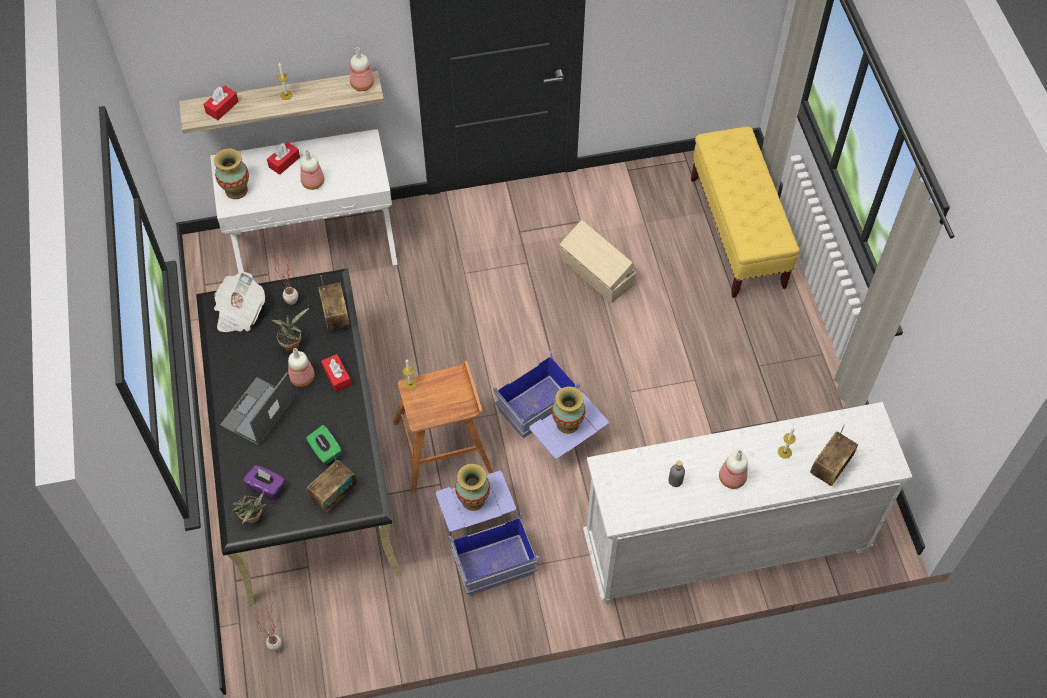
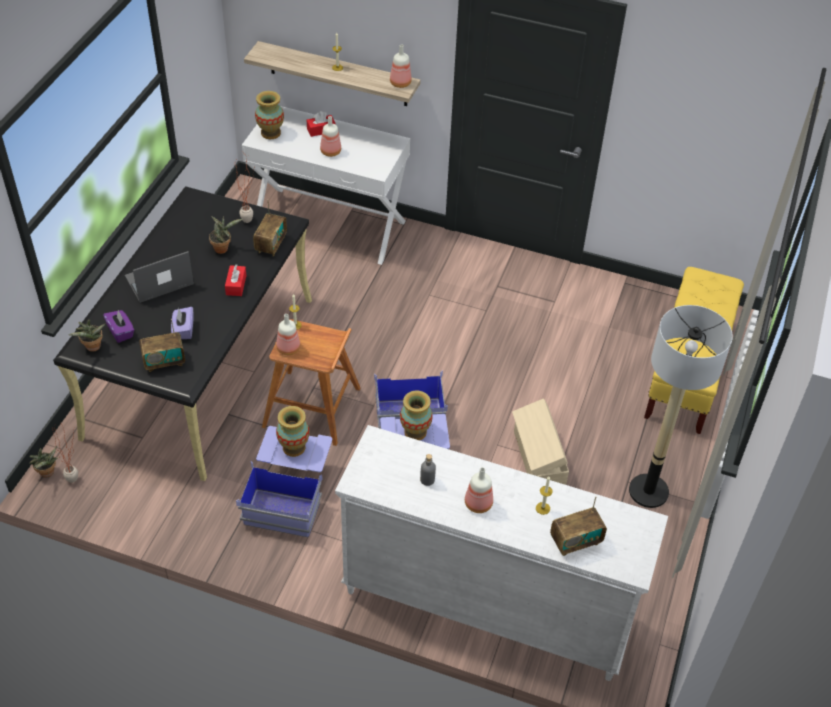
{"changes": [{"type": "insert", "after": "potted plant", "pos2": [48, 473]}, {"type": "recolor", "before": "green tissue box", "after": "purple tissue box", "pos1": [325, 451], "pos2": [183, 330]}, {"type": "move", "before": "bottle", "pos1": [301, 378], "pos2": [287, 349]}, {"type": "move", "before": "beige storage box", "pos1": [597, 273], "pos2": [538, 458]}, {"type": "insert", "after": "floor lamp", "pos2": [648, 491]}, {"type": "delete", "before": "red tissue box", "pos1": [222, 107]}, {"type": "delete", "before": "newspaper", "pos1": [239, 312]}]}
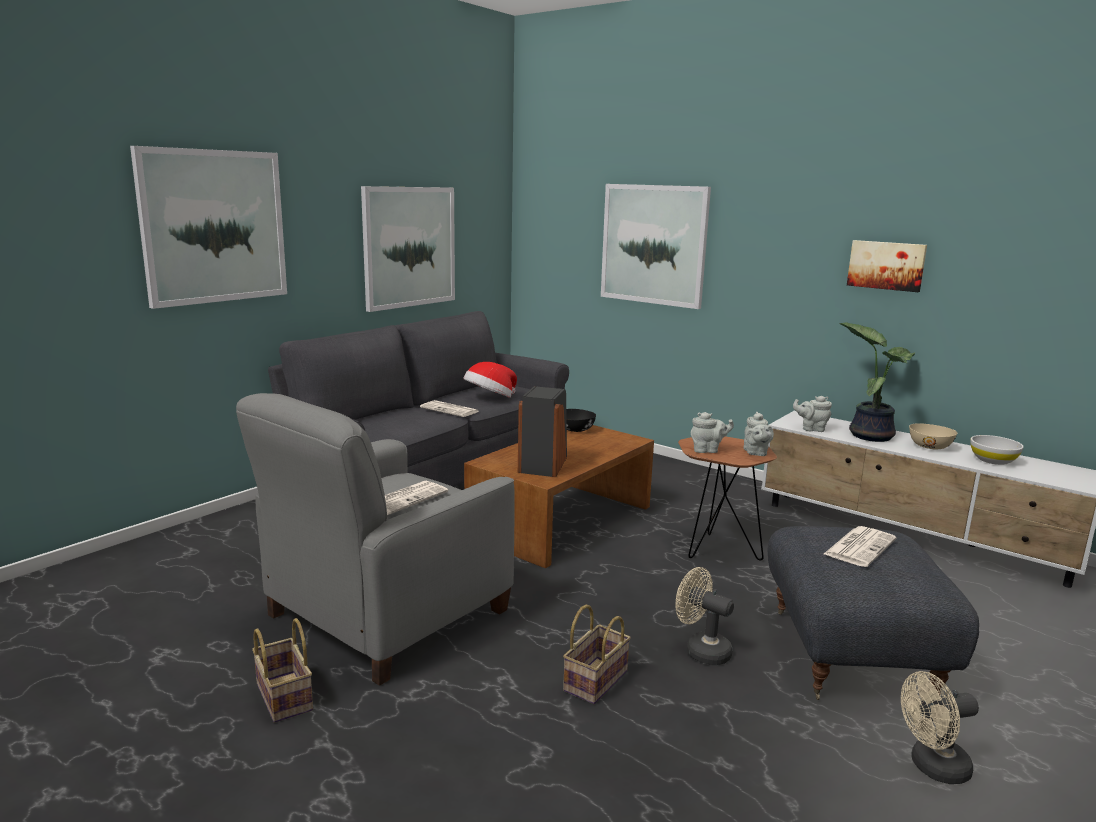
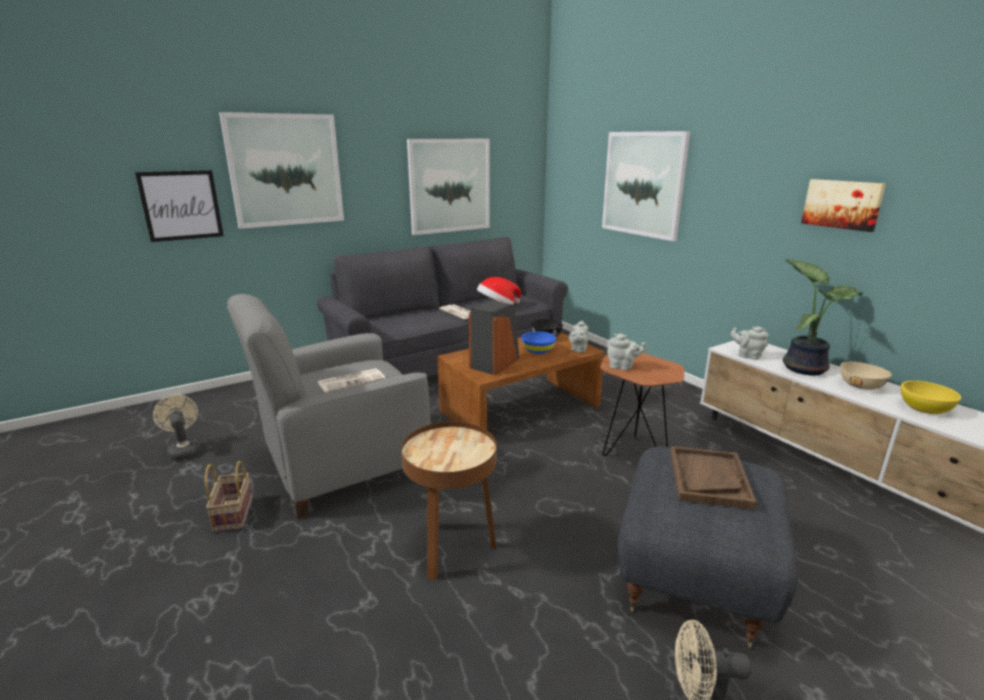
{"changes": [{"type": "insert", "after": "picture", "pos2": [181, 205]}, {"type": "move", "before": "beige fan", "pos1": [701, 650], "pos2": [184, 450]}, {"type": "replace", "before": "basket", "after": "brown side table", "pos1": [595, 679], "pos2": [452, 548]}, {"type": "insert", "after": "blue bowl", "pos2": [538, 350]}, {"type": "move", "before": "grey teapot", "pos1": [755, 453], "pos2": [578, 350]}, {"type": "replace", "before": "newspaper", "after": "brown tray", "pos1": [859, 546], "pos2": [708, 478]}, {"type": "recolor", "before": "white bowl", "after": "yellow bowl", "pos1": [993, 460], "pos2": [924, 408]}]}
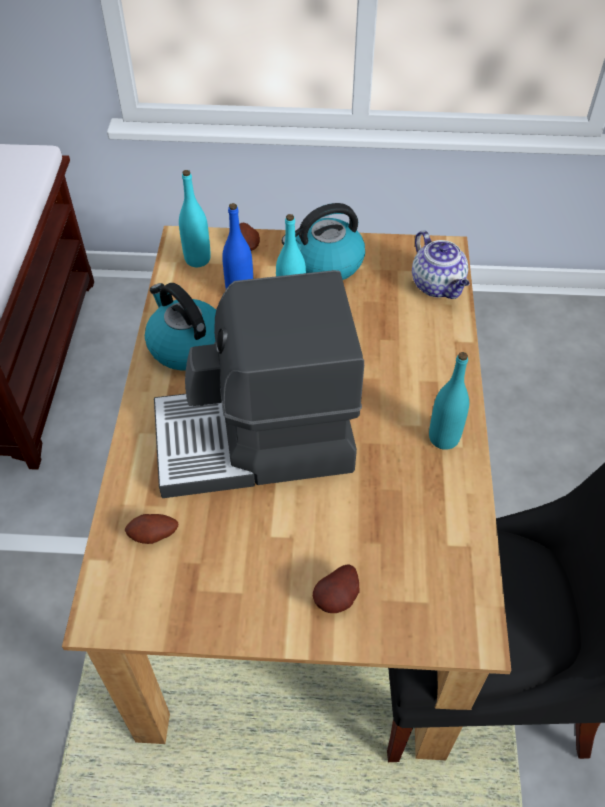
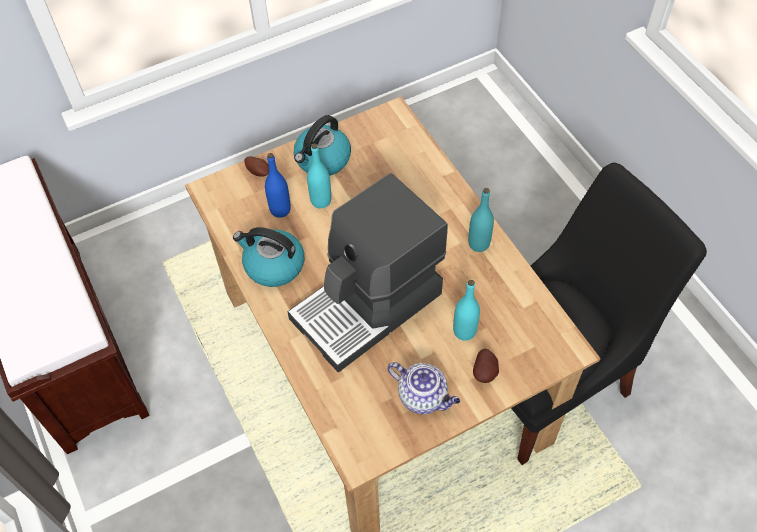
{"changes": [{"type": "move", "before": "teapot", "pos1": [438, 286], "pos2": [423, 397]}, {"type": "move", "before": "turquoise bottle", "pos1": [197, 259], "pos2": [464, 331]}, {"type": "delete", "before": "potato", "pos1": [153, 536]}]}
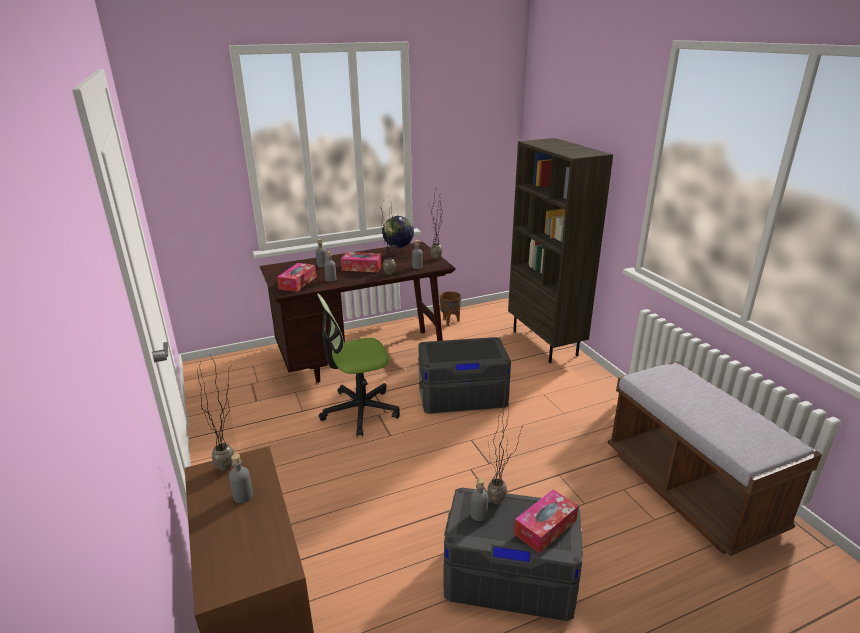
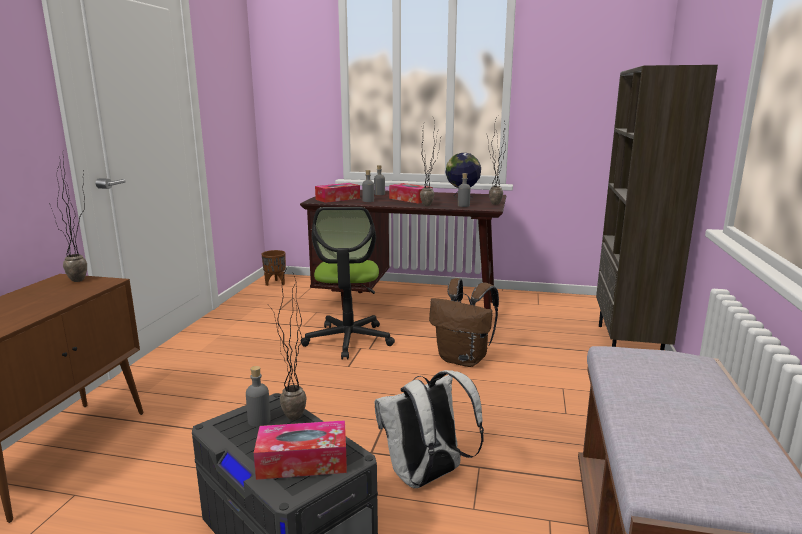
{"changes": [{"type": "move", "before": "brown planter", "pos1": [450, 322], "pos2": [275, 283]}, {"type": "rotate", "before": "office chair", "pos1": [360, 411], "pos2": [348, 340], "turn": -105}, {"type": "insert", "after": "white backpack", "pos2": [426, 477]}, {"type": "replace", "before": "grey storage box", "after": "brown backpack", "pos1": [462, 395], "pos2": [464, 359]}, {"type": "delete", "before": "grey bottle", "pos1": [243, 496]}]}
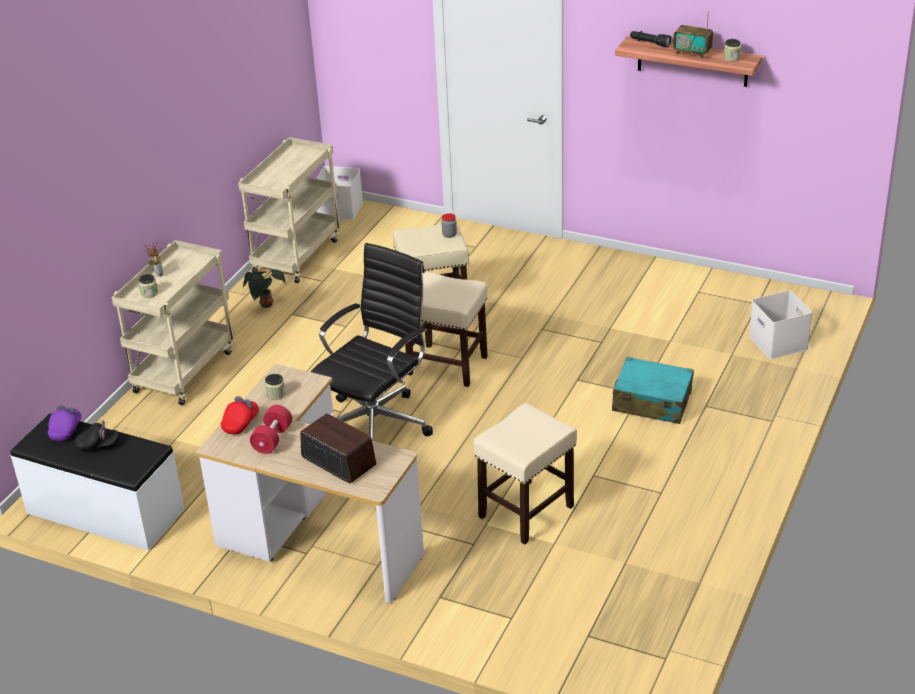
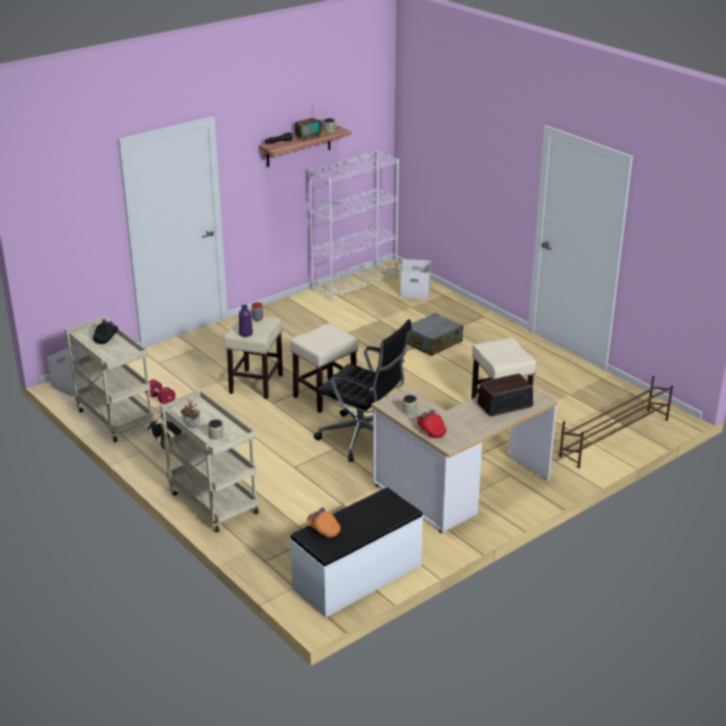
{"changes": [{"type": "move", "before": "black cap", "pos1": [98, 445], "pos2": [106, 338]}, {"type": "move", "before": "red dumbbell", "pos1": [272, 439], "pos2": [160, 399]}, {"type": "insert", "after": "purple bottle", "pos2": [246, 333]}, {"type": "recolor", "before": "purple cap", "after": "orange cap", "pos1": [66, 430], "pos2": [323, 529]}, {"type": "insert", "after": "white bookcase", "pos2": [355, 284]}, {"type": "rotate", "before": "black office chair", "pos1": [377, 424], "pos2": [363, 438], "turn": 150}, {"type": "recolor", "before": "turquoise suitcase", "after": "grey suitcase", "pos1": [651, 402], "pos2": [432, 343]}, {"type": "insert", "after": "brown shoe rack", "pos2": [614, 437]}]}
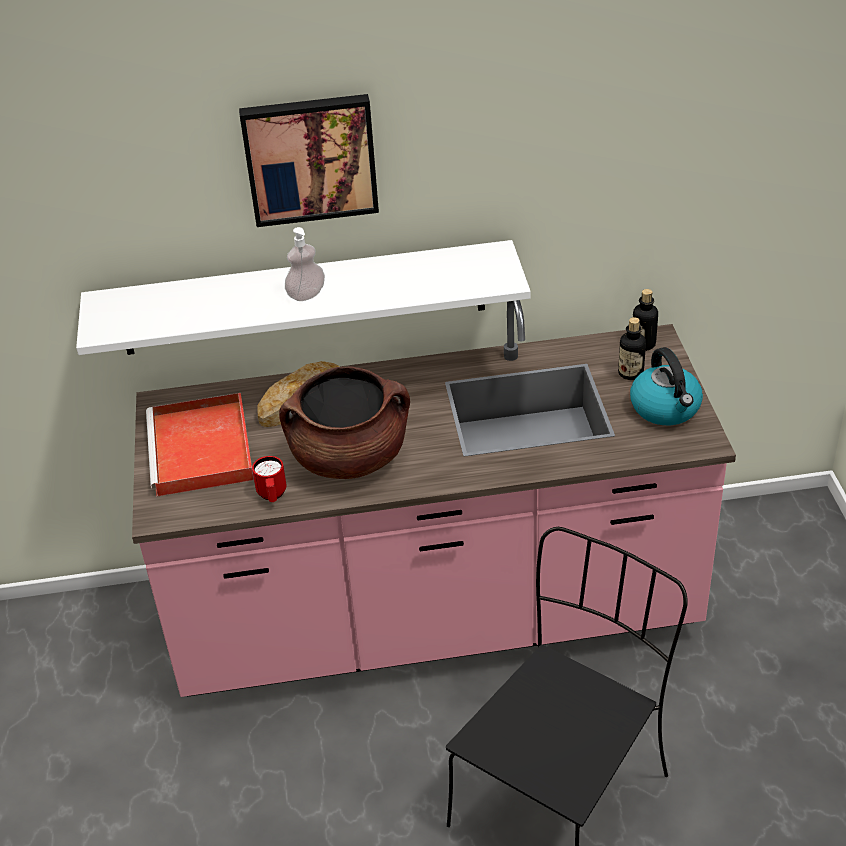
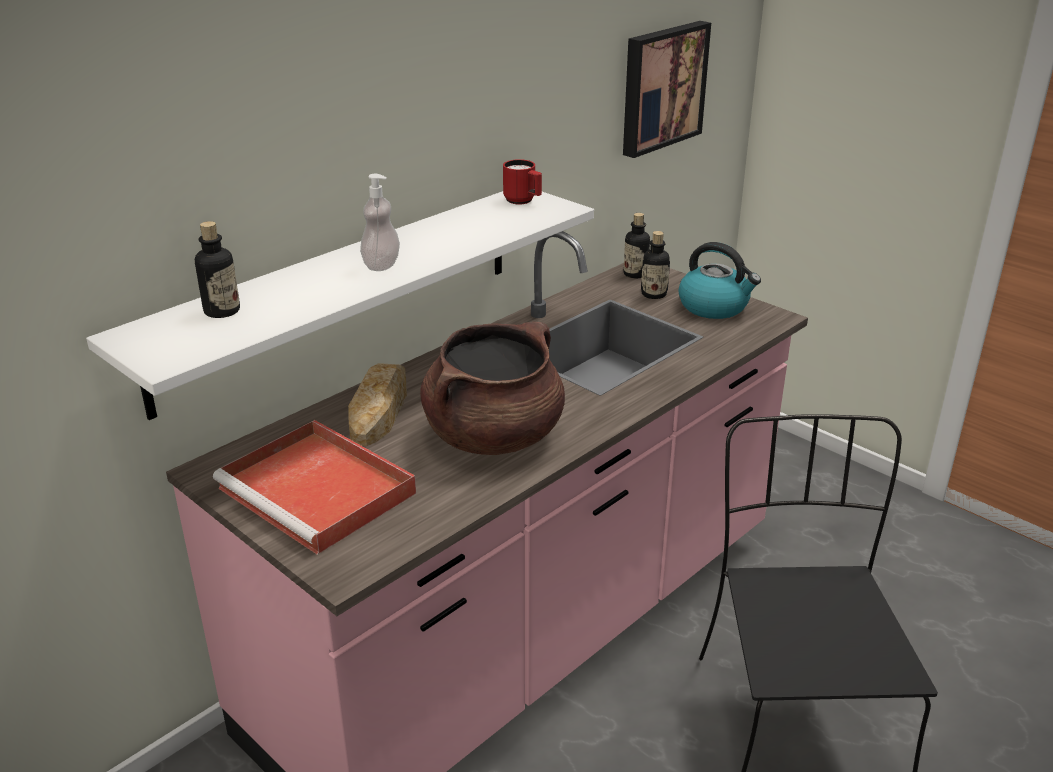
{"changes": [{"type": "insert", "after": "bottle", "pos2": [222, 311]}, {"type": "move", "before": "red mug", "pos1": [272, 496], "pos2": [523, 201]}, {"type": "move", "before": "picture", "pos1": [310, 158], "pos2": [661, 87]}]}
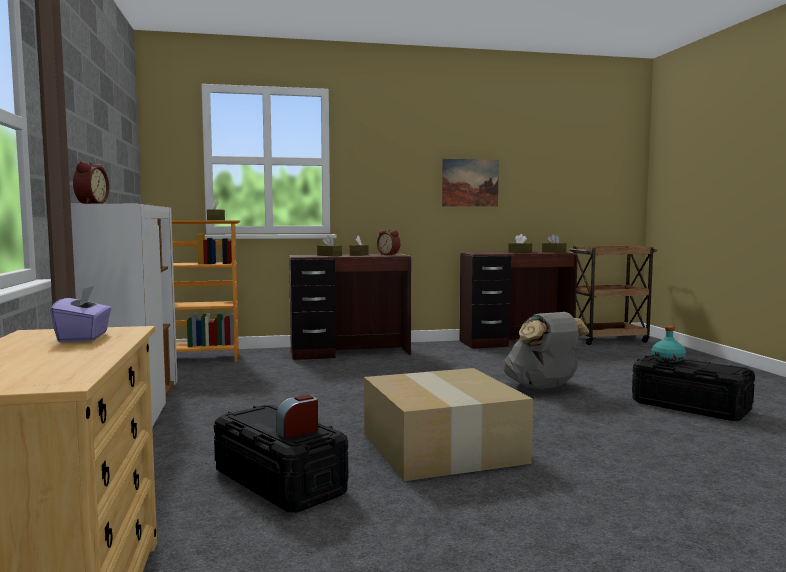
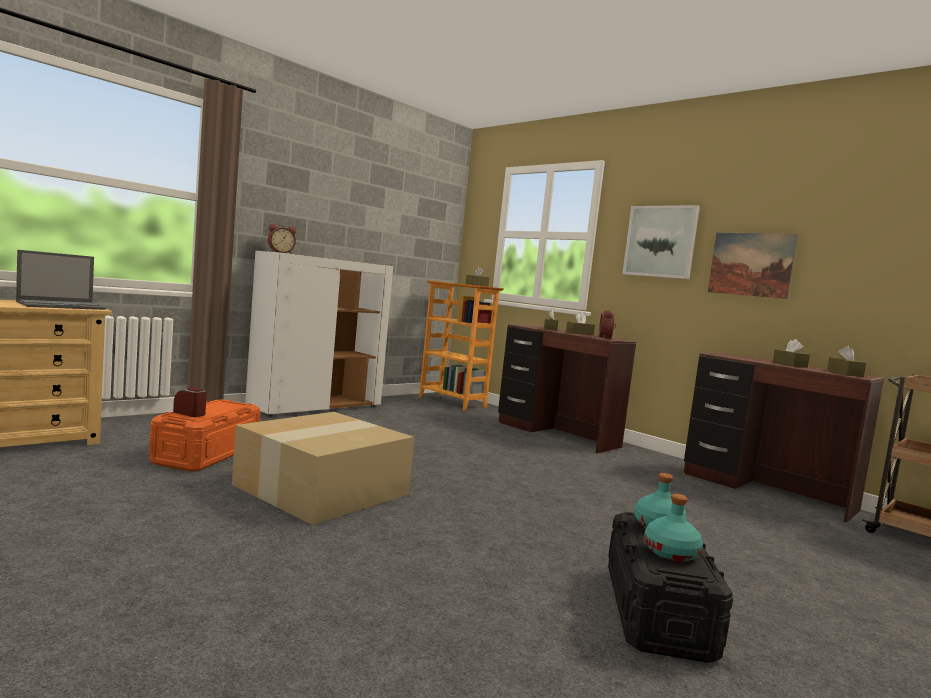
{"changes": [{"type": "replace", "before": "purple tissue box", "after": "laptop", "pos1": [84, 337], "pos2": [62, 305]}, {"type": "recolor", "before": "black storage box", "after": "orange storage box", "pos1": [279, 482], "pos2": [206, 454]}, {"type": "insert", "after": "picture", "pos2": [660, 241]}, {"type": "insert", "after": "turquoise bottle", "pos2": [671, 553]}, {"type": "delete", "before": "grey backpack", "pos1": [542, 387]}]}
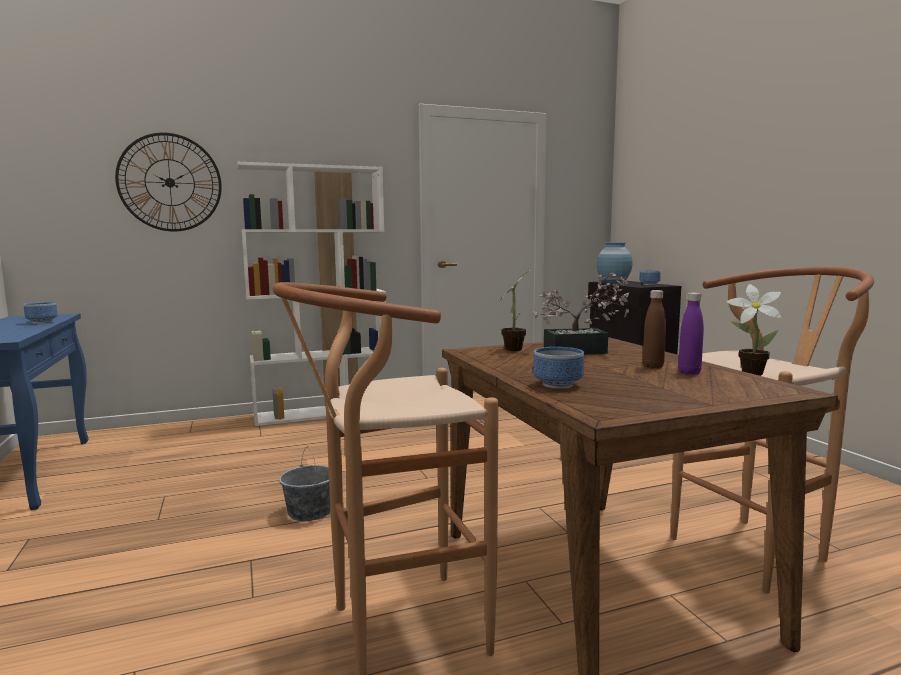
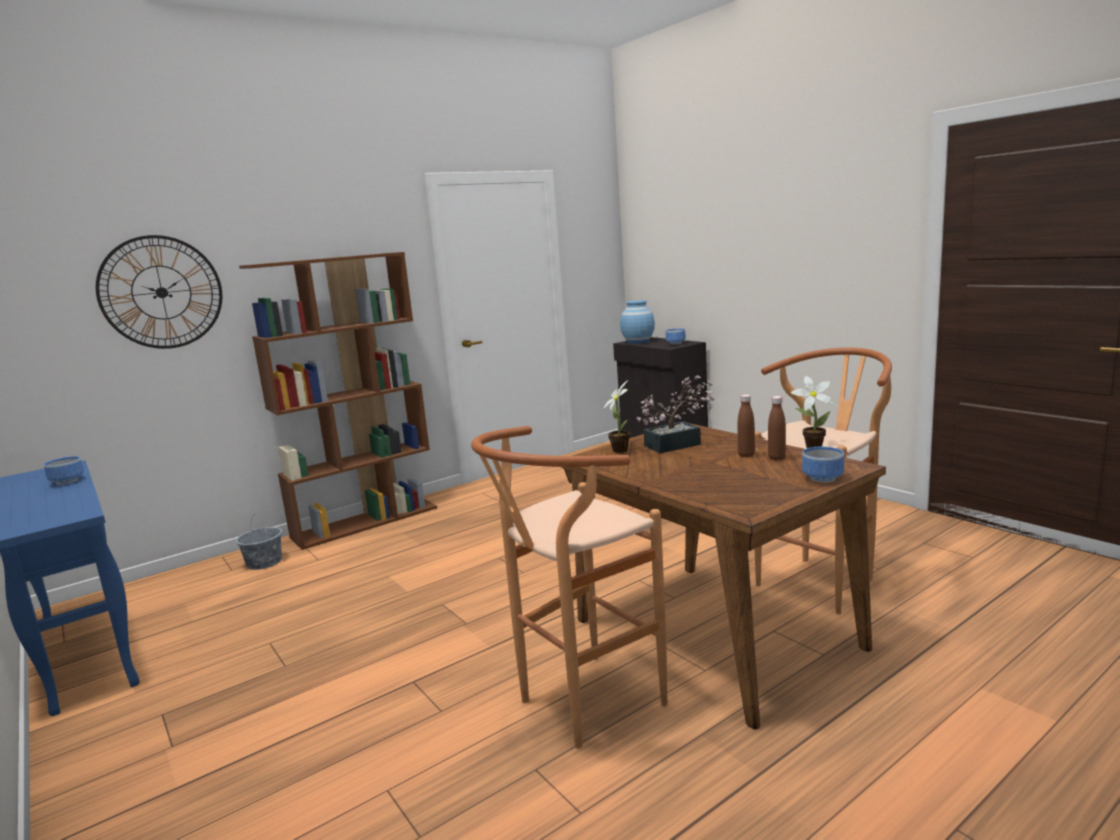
{"changes": [{"type": "move", "before": "grey bucket", "pos1": [310, 511], "pos2": [264, 562]}, {"type": "recolor", "before": "white bookcase", "after": "brown bookcase", "pos1": [322, 413], "pos2": [366, 522]}, {"type": "recolor", "before": "purple bottle", "after": "brown bottle", "pos1": [689, 373], "pos2": [776, 458]}, {"type": "move", "before": "bowl", "pos1": [557, 385], "pos2": [822, 479]}]}
